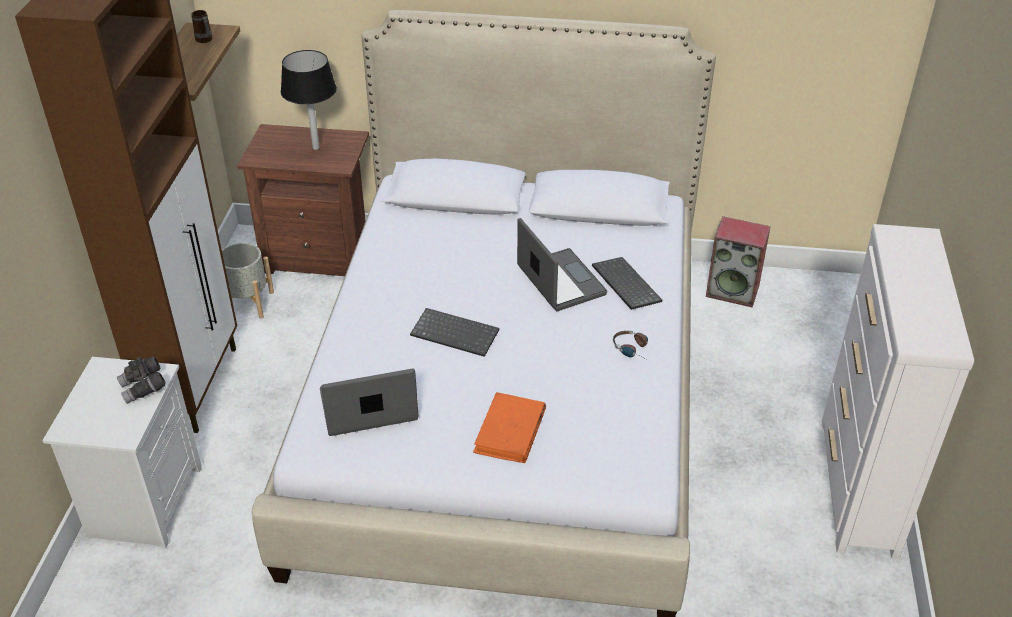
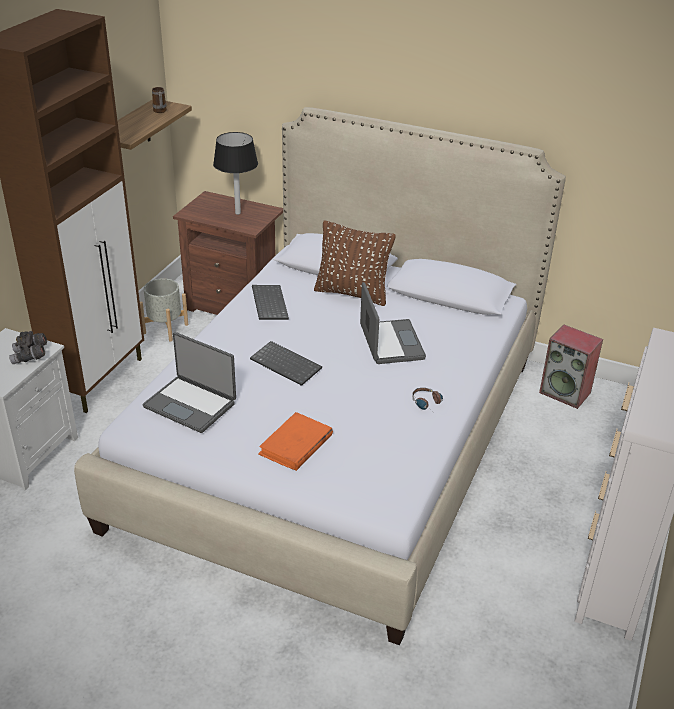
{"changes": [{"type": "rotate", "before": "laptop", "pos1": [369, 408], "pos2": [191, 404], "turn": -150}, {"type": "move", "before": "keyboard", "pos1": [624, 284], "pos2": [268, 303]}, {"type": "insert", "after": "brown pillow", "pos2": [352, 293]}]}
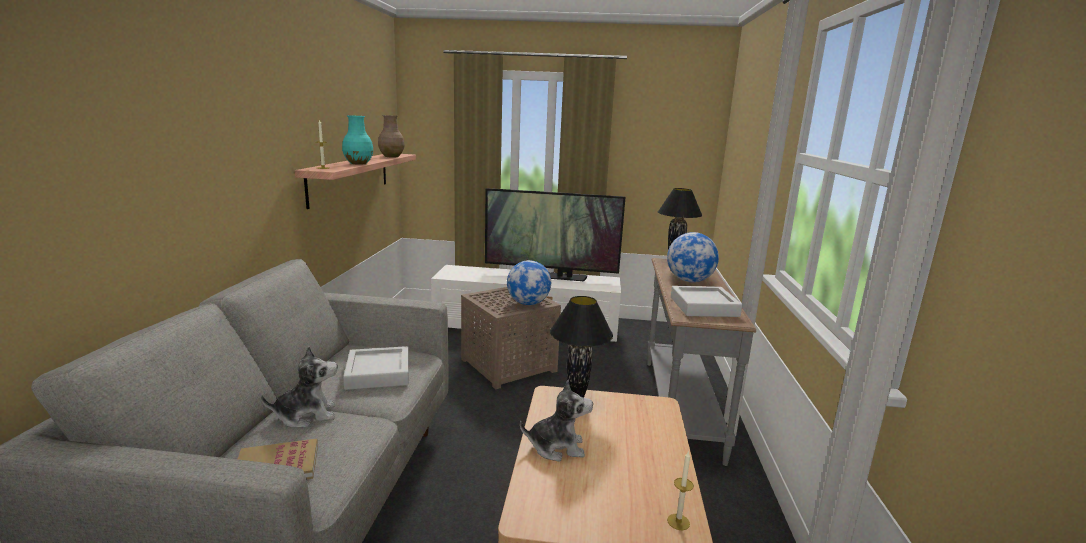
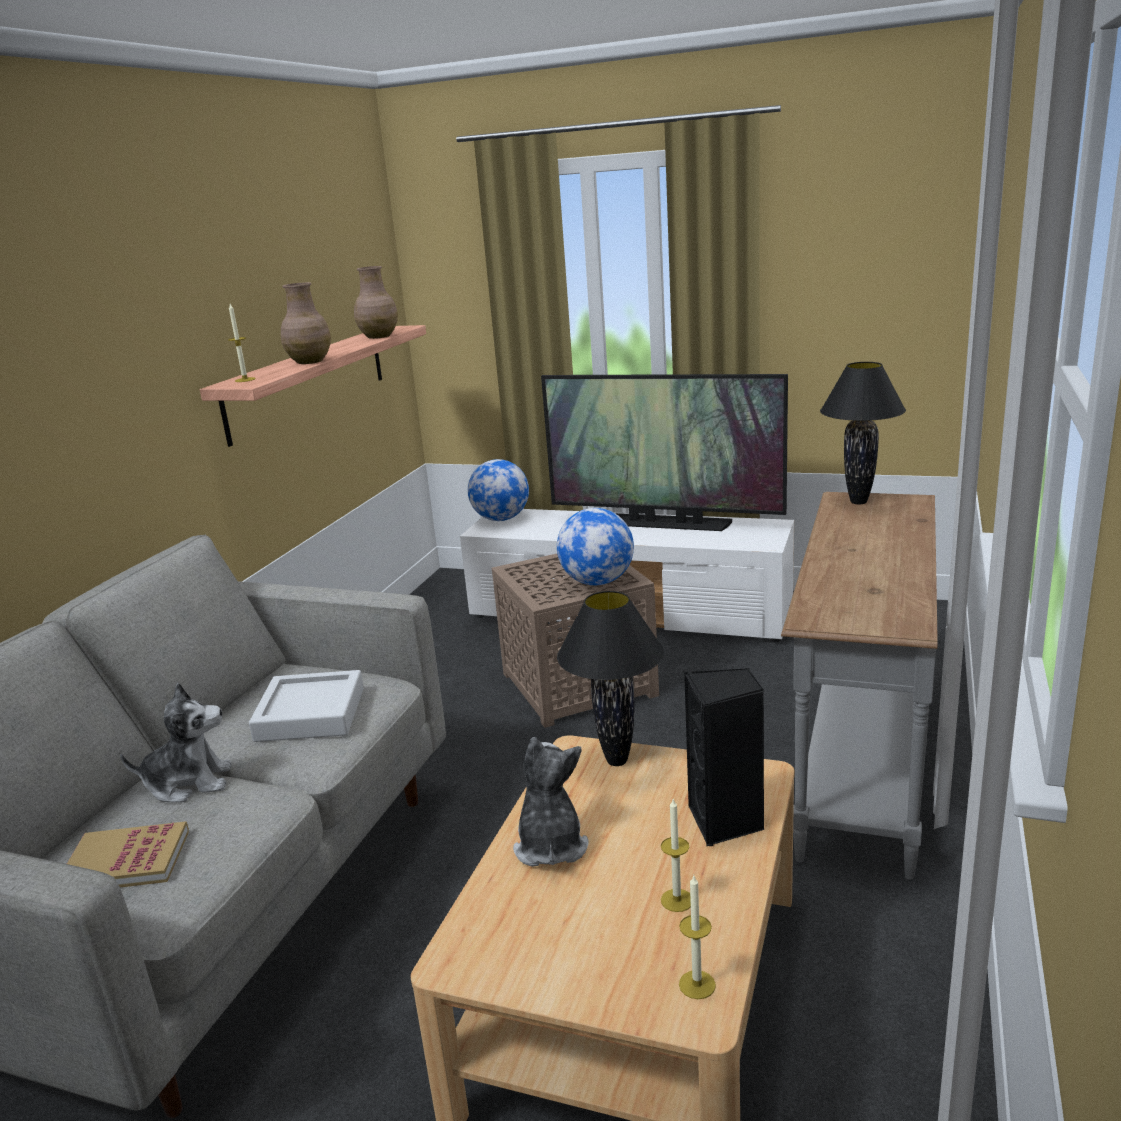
{"changes": [{"type": "recolor", "before": "turquoise vase", "after": "brown vase", "pos1": [358, 163], "pos2": [309, 361]}, {"type": "move", "before": "globe", "pos1": [689, 281], "pos2": [501, 519]}, {"type": "rotate", "before": "plush toy", "pos1": [557, 447], "pos2": [550, 845], "turn": -105}, {"type": "insert", "after": "candle", "pos2": [677, 900]}, {"type": "insert", "after": "black speaker", "pos2": [726, 822]}, {"type": "delete", "before": "grey tray", "pos1": [703, 307]}]}
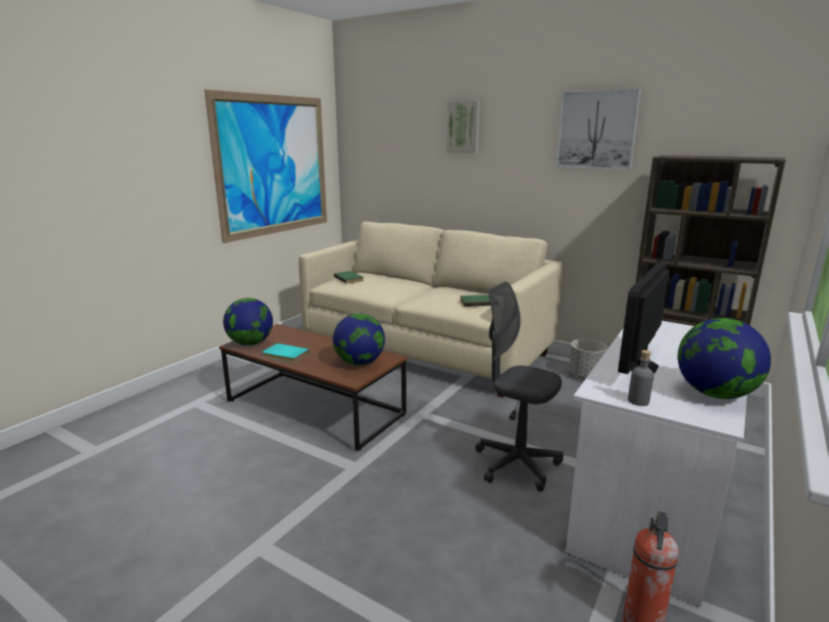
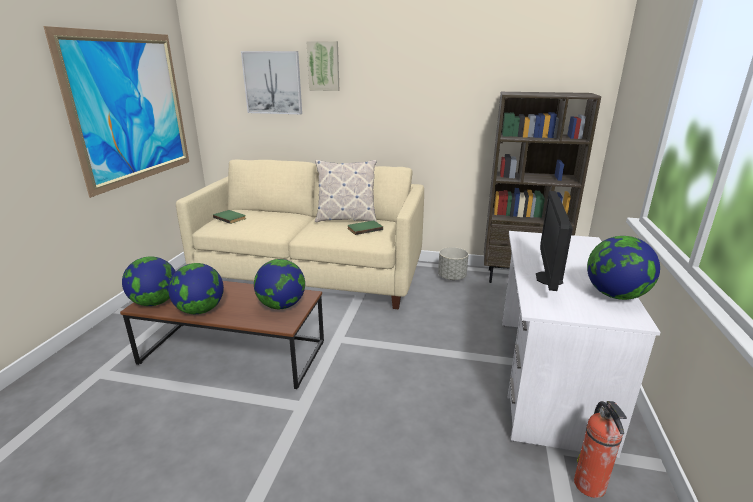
{"changes": [{"type": "replace", "before": "turquoise book", "after": "globe", "pos1": [284, 355], "pos2": [200, 310]}, {"type": "move", "before": "picture", "pos1": [597, 130], "pos2": [273, 83]}, {"type": "insert", "after": "pillow", "pos2": [346, 219]}, {"type": "delete", "before": "grey office chair", "pos1": [516, 464]}, {"type": "delete", "before": "grey bottle", "pos1": [638, 401]}]}
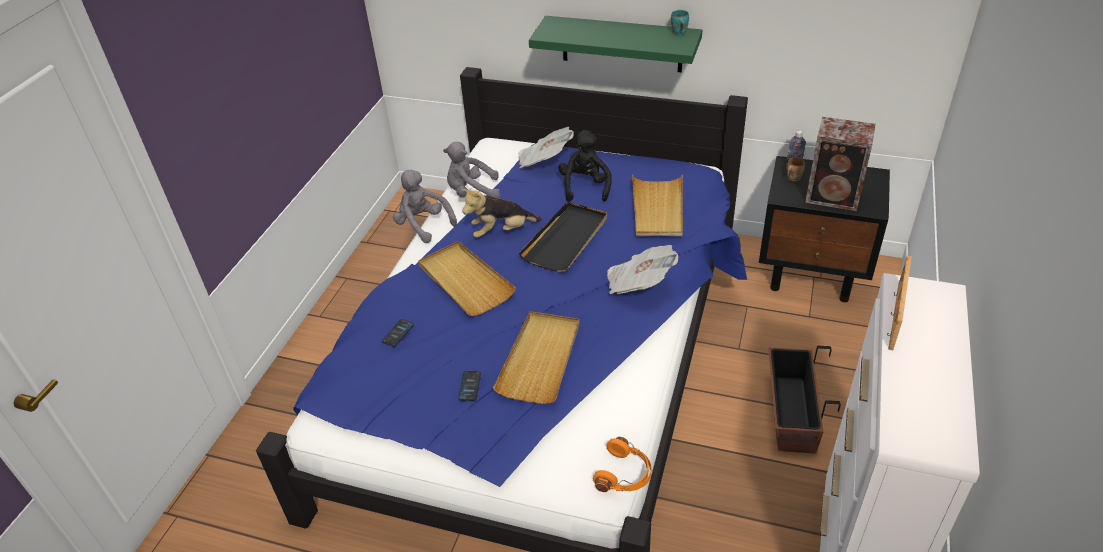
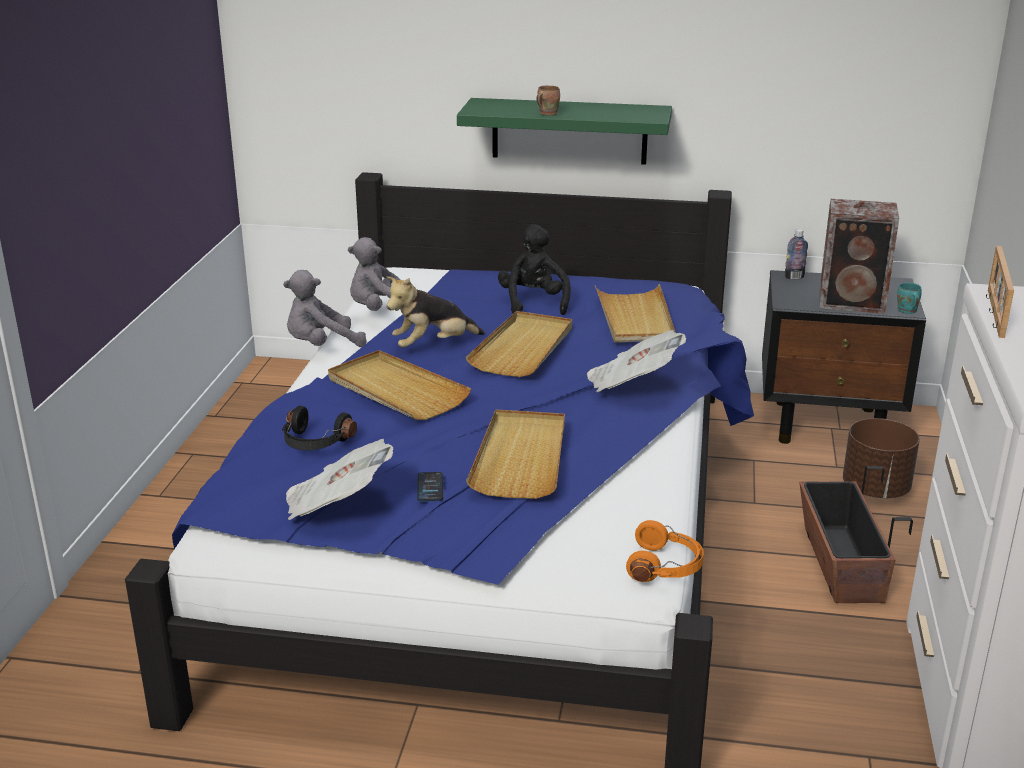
{"changes": [{"type": "replace", "before": "phone", "after": "black headphones", "pos1": [398, 333], "pos2": [314, 443]}, {"type": "rotate", "before": "grey plush toy", "pos1": [423, 225], "pos2": [321, 346], "turn": -60}, {"type": "move", "before": "newspaper", "pos1": [544, 161], "pos2": [337, 505]}, {"type": "recolor", "before": "black tray", "after": "beige tray", "pos1": [566, 239], "pos2": [523, 348]}, {"type": "move", "before": "brown mug", "pos1": [792, 178], "pos2": [546, 113]}, {"type": "insert", "after": "brown planter", "pos2": [876, 490]}, {"type": "move", "before": "turquoise mug", "pos1": [678, 33], "pos2": [906, 311]}]}
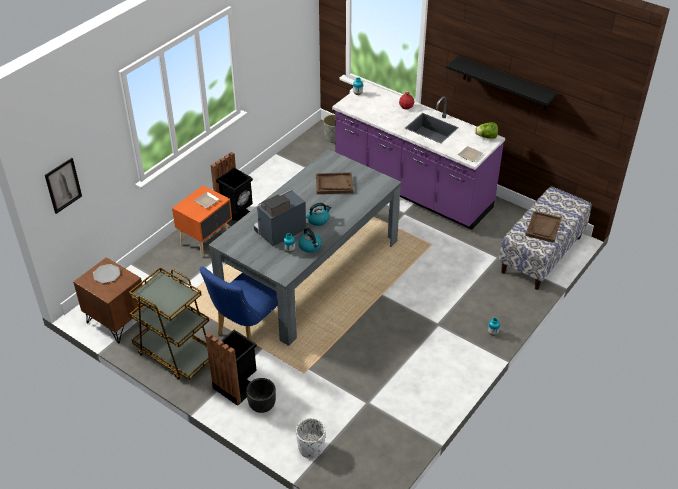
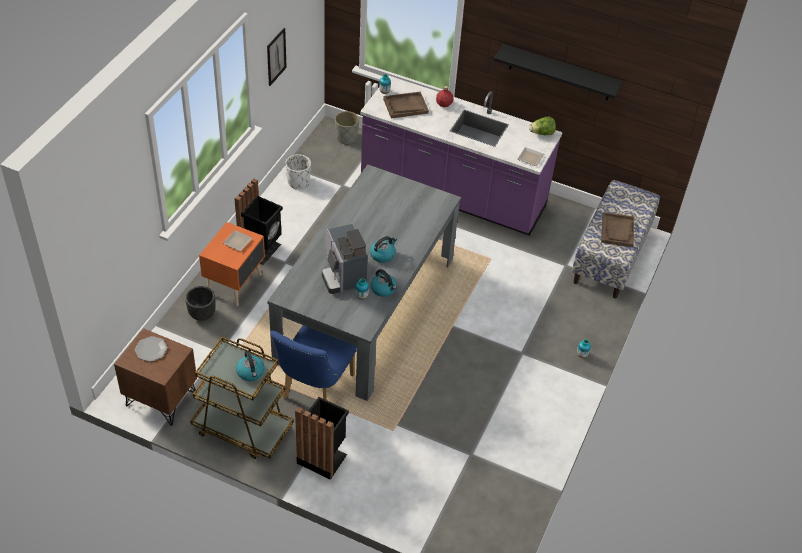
{"changes": [{"type": "move", "before": "black planter", "pos1": [262, 406], "pos2": [202, 315]}, {"type": "insert", "after": "kettle", "pos2": [251, 372]}, {"type": "move", "before": "picture", "pos1": [63, 185], "pos2": [276, 56]}, {"type": "move", "before": "white planter", "pos1": [311, 447], "pos2": [298, 181]}, {"type": "rotate", "before": "coffee machine", "pos1": [279, 232], "pos2": [343, 275], "turn": -60}, {"type": "move", "before": "brown tray", "pos1": [334, 184], "pos2": [405, 106]}]}
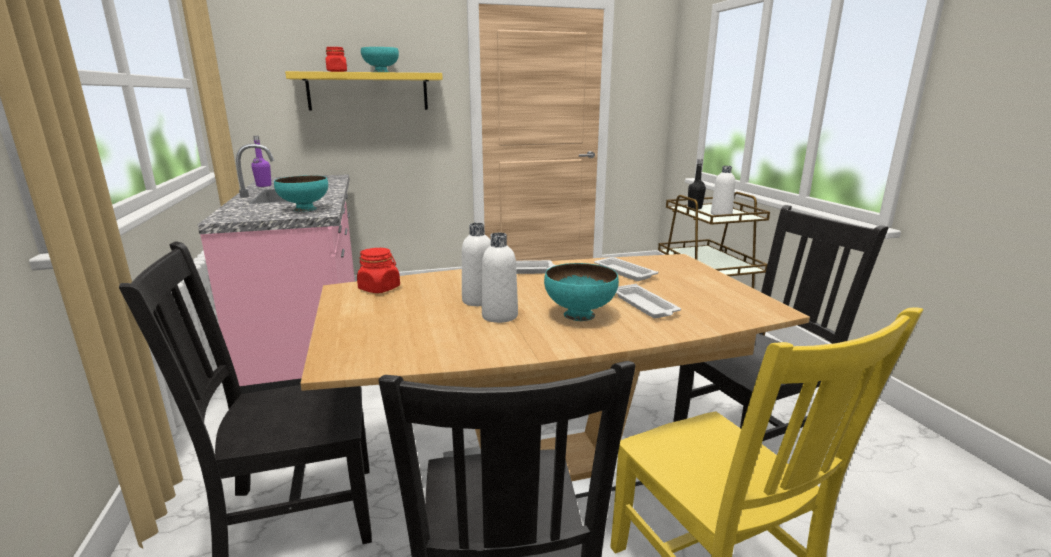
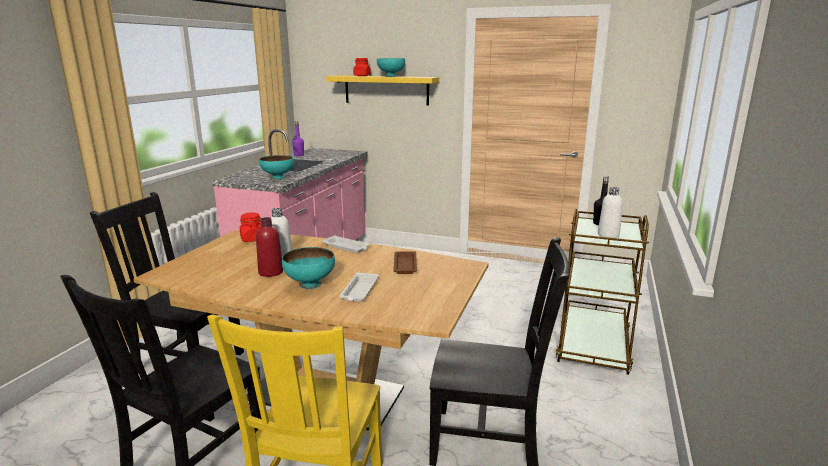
{"changes": [{"type": "recolor", "before": "white bottle", "after": "red bottle", "pos1": [499, 316], "pos2": [271, 272]}, {"type": "recolor", "before": "white tray", "after": "brown tray", "pos1": [623, 272], "pos2": [405, 265]}]}
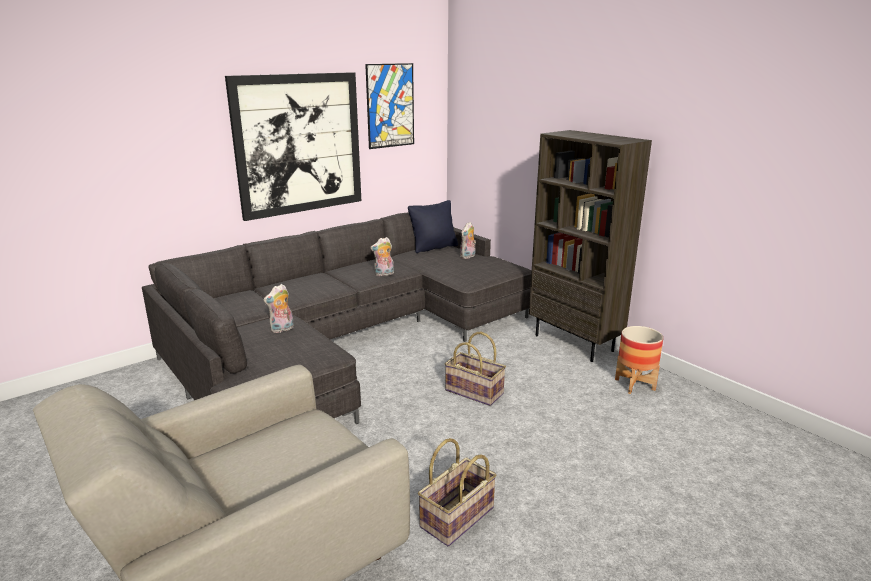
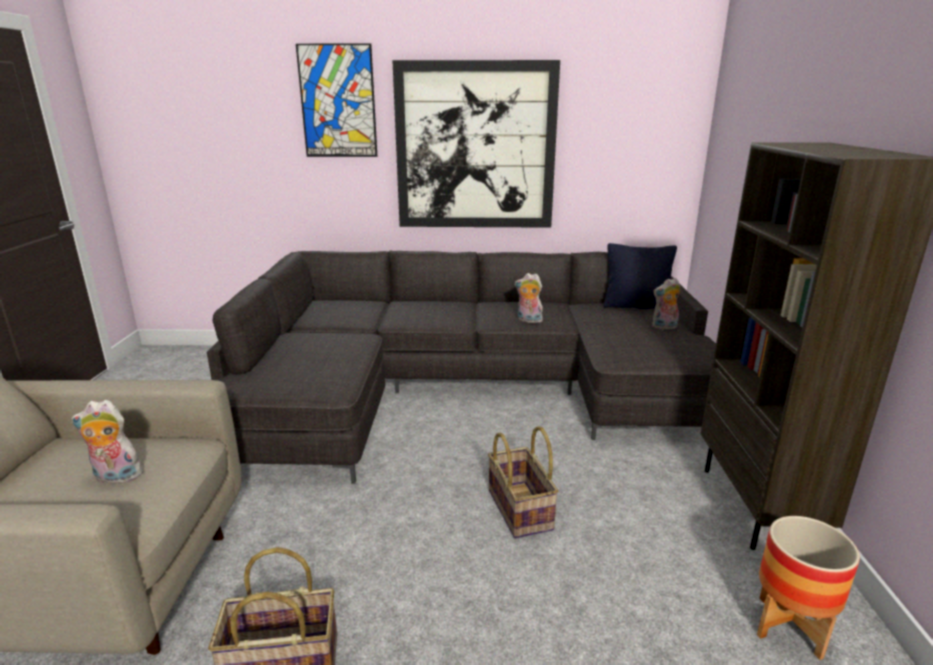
{"changes": [{"type": "move", "before": "plush toy", "pos1": [282, 329], "pos2": [115, 477]}, {"type": "move", "before": "picture", "pos1": [390, 106], "pos2": [338, 102]}]}
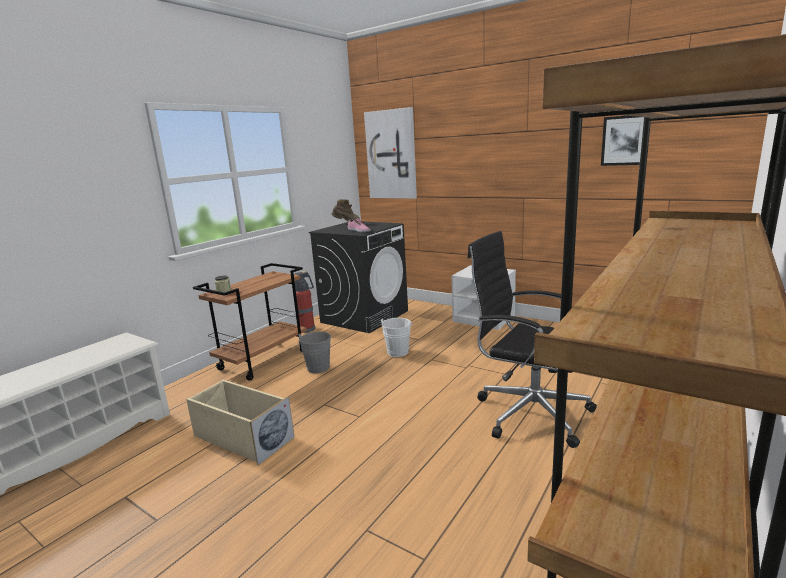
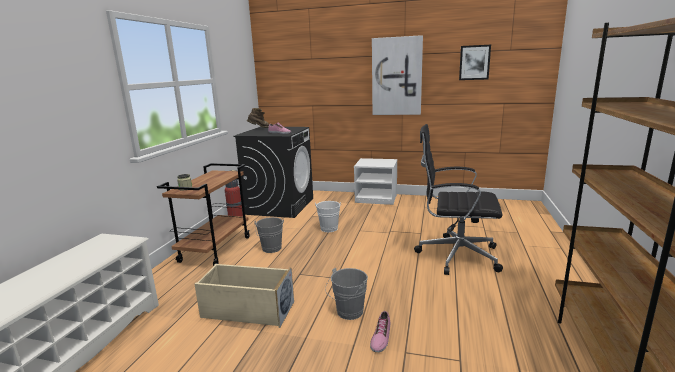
{"changes": [{"type": "insert", "after": "grey bucket", "pos2": [348, 313]}, {"type": "insert", "after": "shoe", "pos2": [380, 337]}, {"type": "move", "before": "picture", "pos1": [391, 155], "pos2": [396, 76]}]}
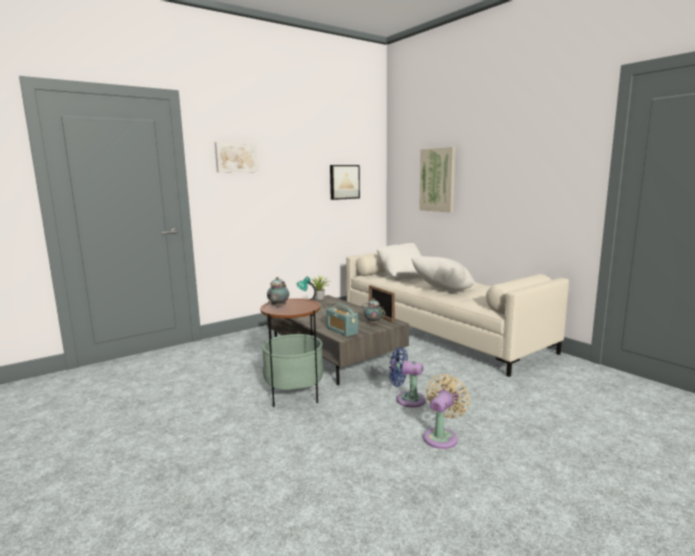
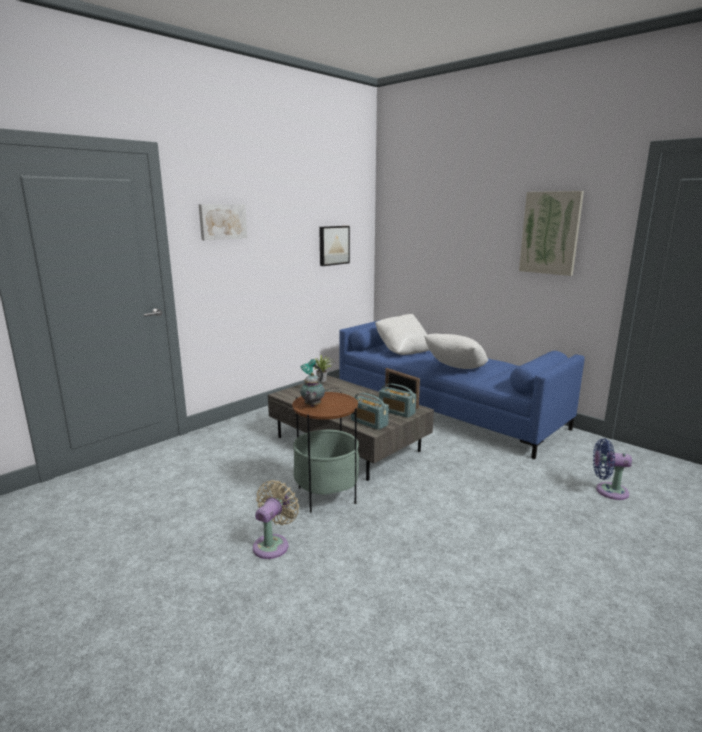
{"changes": [{"type": "move", "before": "beige fan", "pos1": [442, 437], "pos2": [273, 544]}, {"type": "recolor", "before": "beige sofa", "after": "blue sofa", "pos1": [441, 331], "pos2": [447, 409]}, {"type": "replace", "before": "teapot", "after": "radio", "pos1": [372, 323], "pos2": [396, 411]}, {"type": "move", "before": "picture", "pos1": [437, 180], "pos2": [550, 233]}, {"type": "move", "before": "blue fan", "pos1": [407, 399], "pos2": [608, 491]}]}
